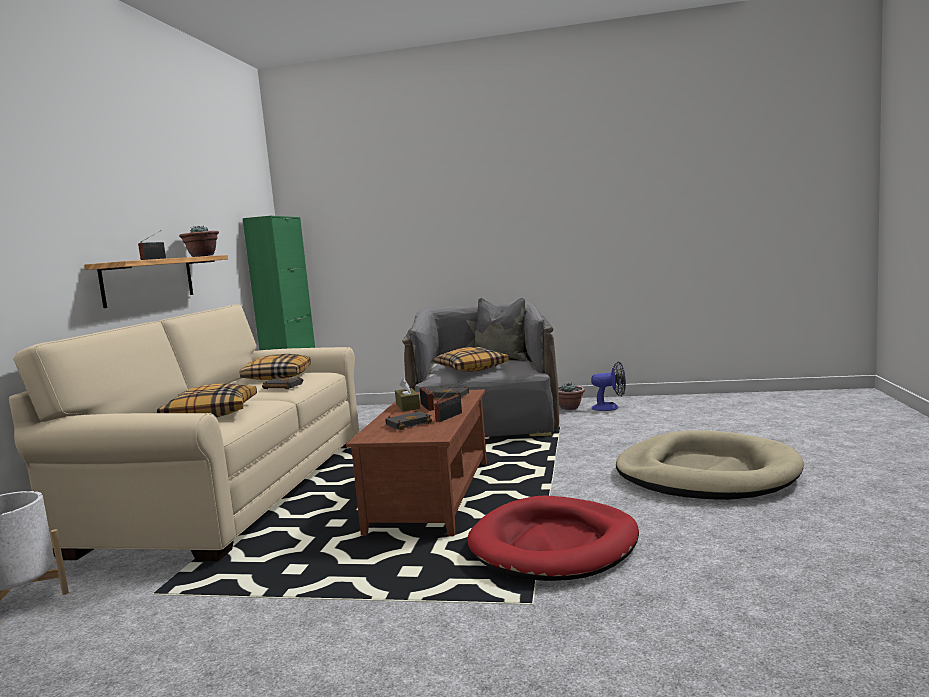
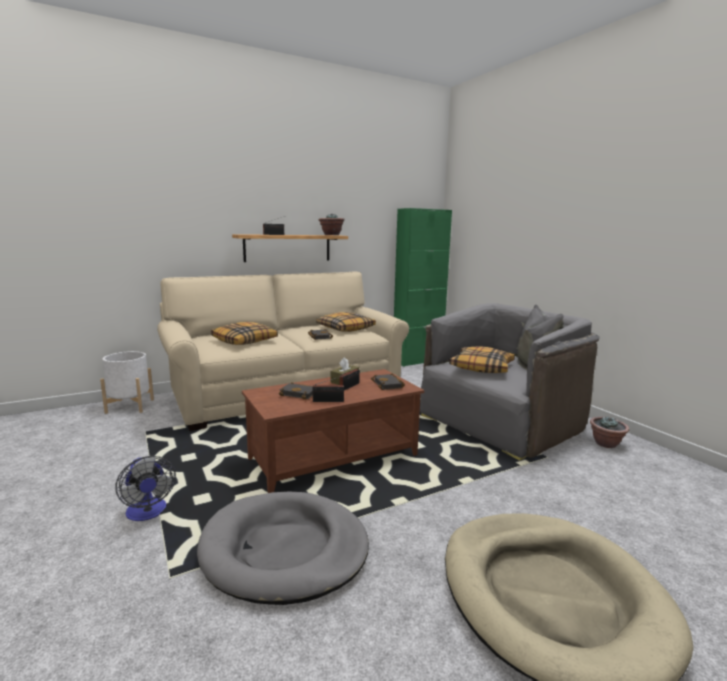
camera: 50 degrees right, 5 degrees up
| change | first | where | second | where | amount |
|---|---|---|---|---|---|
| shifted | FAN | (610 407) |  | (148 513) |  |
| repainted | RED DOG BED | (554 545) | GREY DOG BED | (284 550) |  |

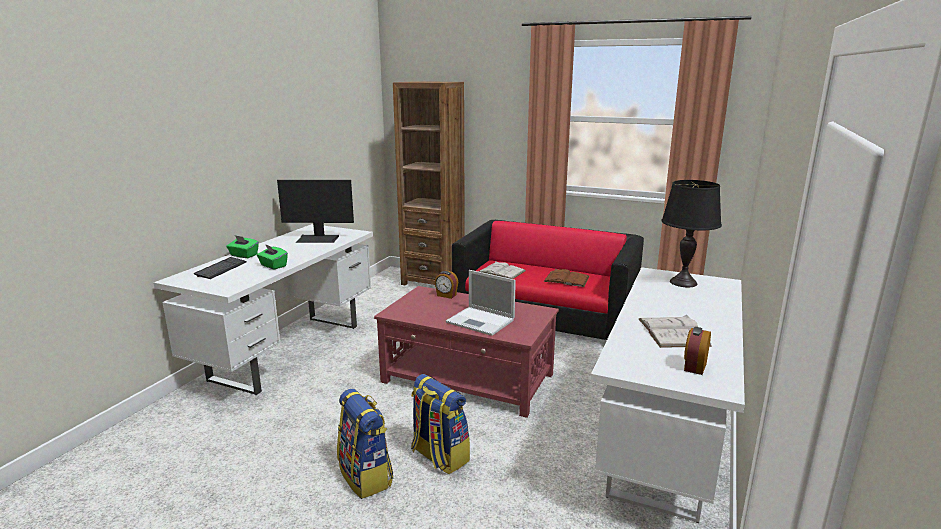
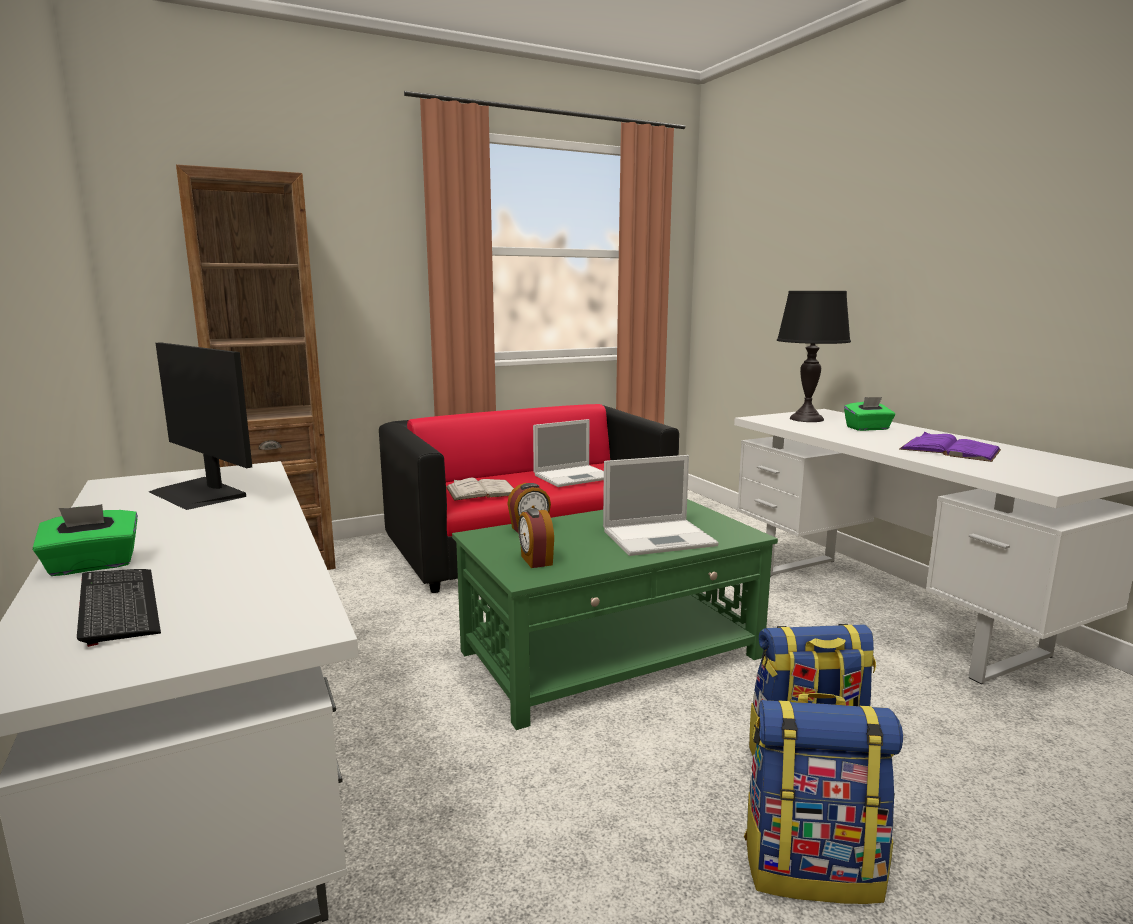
camera: 50 degrees left, 5 degrees down
| change | first | where | second | where | amount |
|---|---|---|---|---|---|
| shifted | GREEN TISSUE BOX | (273 266) |  | (867 428) |  |
| shifted | ALARM CLOCK | (694 367) |  | (535 560) |  |
| swapped | BROWN BOOK | (566 279) | LAPTOP | (574 476) |  |
| repainted | RED COFFEE TABLE | (468 378) | GREEN COFFEE TABLE | (612 654) |  |
| repainted | WHITE BOOK | (673 332) | PURPLE BOOK | (949 450) |  |
| rotated | MONITOR | (318 239) |  | (200 493) | 90 degrees clockwise |

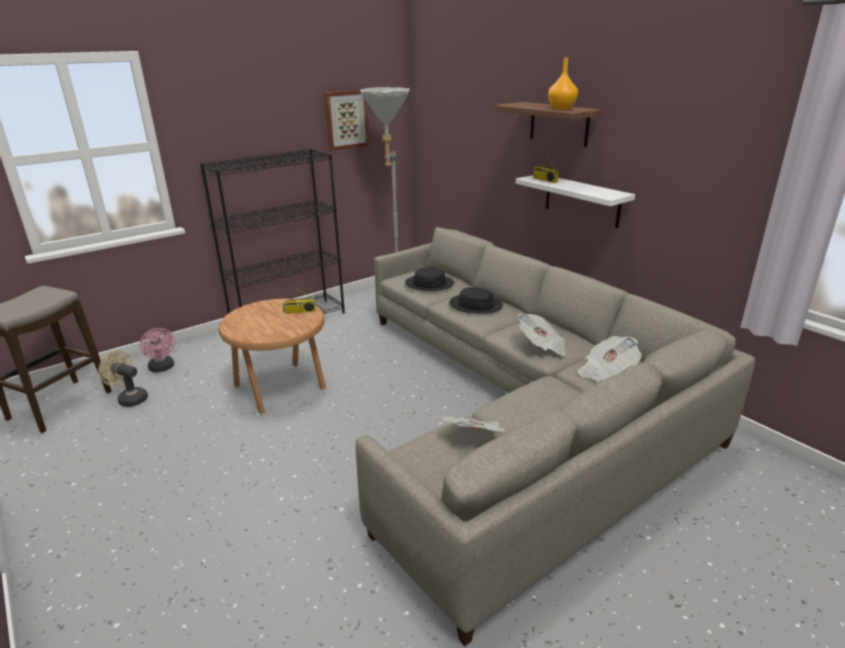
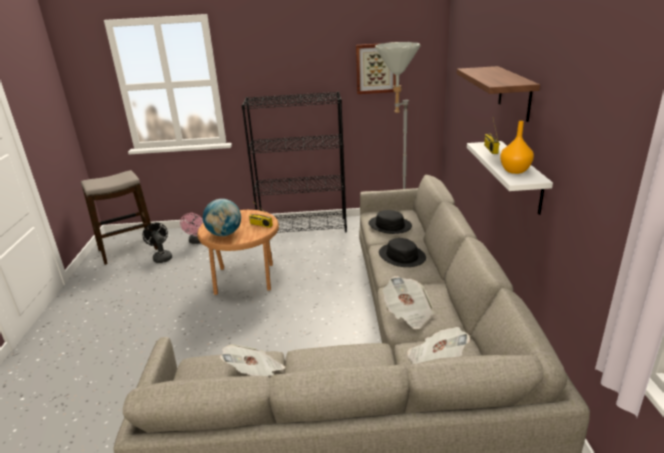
camera: 35 degrees right, 0 degrees up
| change | first | where | second | where | amount |
|---|---|---|---|---|---|
| new |  |  | GLOBE | (224 234) |  |
| shifted | ORANGE VASE | (561 109) |  | (514 170) |  |
| repainted | BEIGE FAN | (129 399) | BLACK FAN | (161 257) |  |

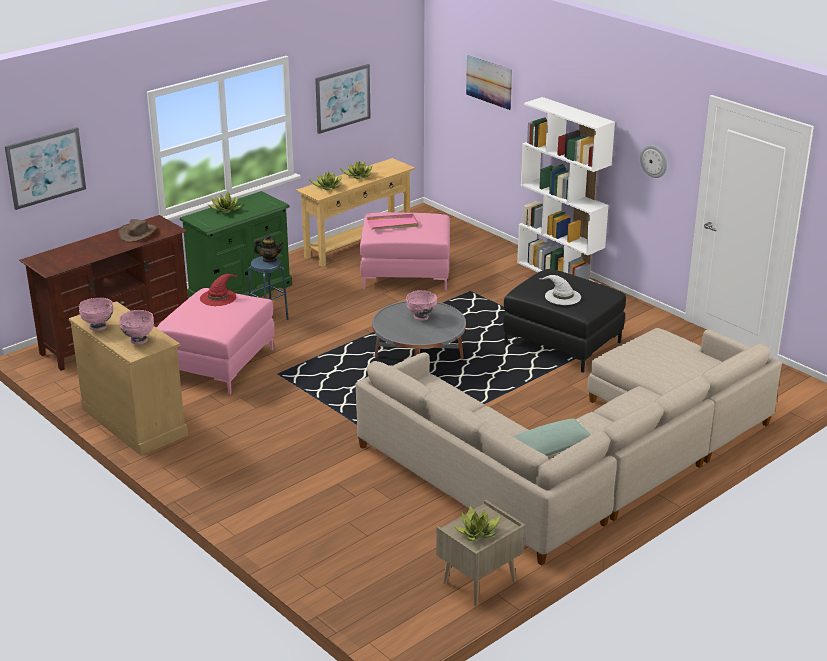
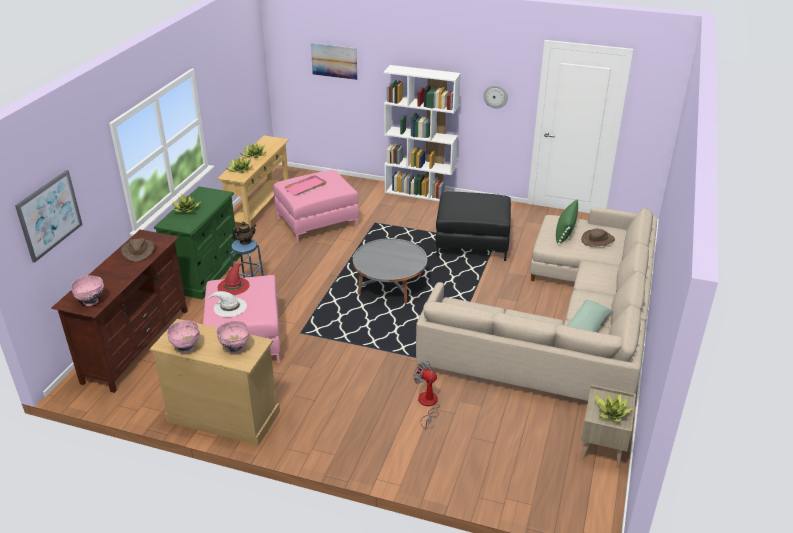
camera: 30 degrees left, 5 degrees up
| change | first | where | second | where | amount |
|---|---|---|---|---|---|
| gone | PICTURE | (342 98) |  |  |  |
| new |  |  | FAN | (427 404) |  |
| new |  |  | GREEN PILLOW | (565 231) |  |
| new |  |  | BROWN HAT | (598 240) |  |
| shifted | PINK BOWL | (421 317) |  | (91 302) |  |
| shifted | WHITE HAT | (562 296) |  | (229 307) |  |

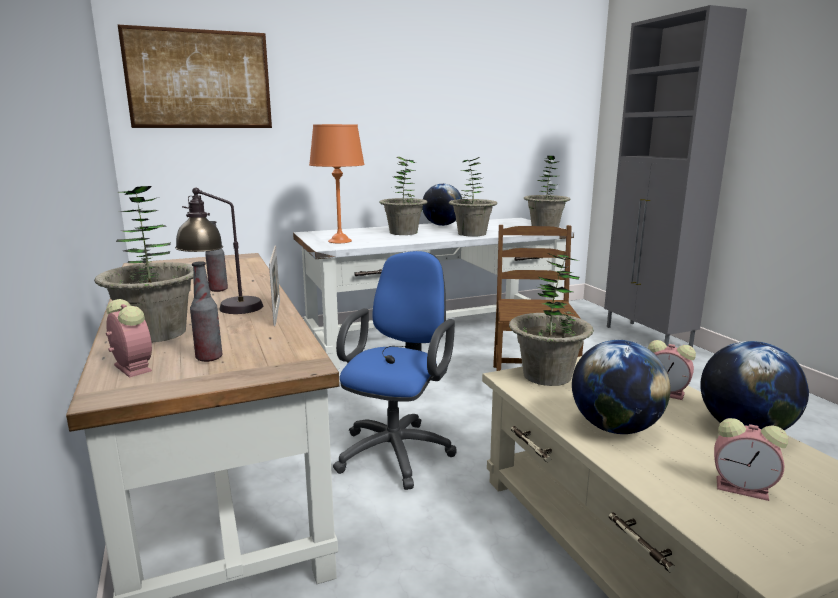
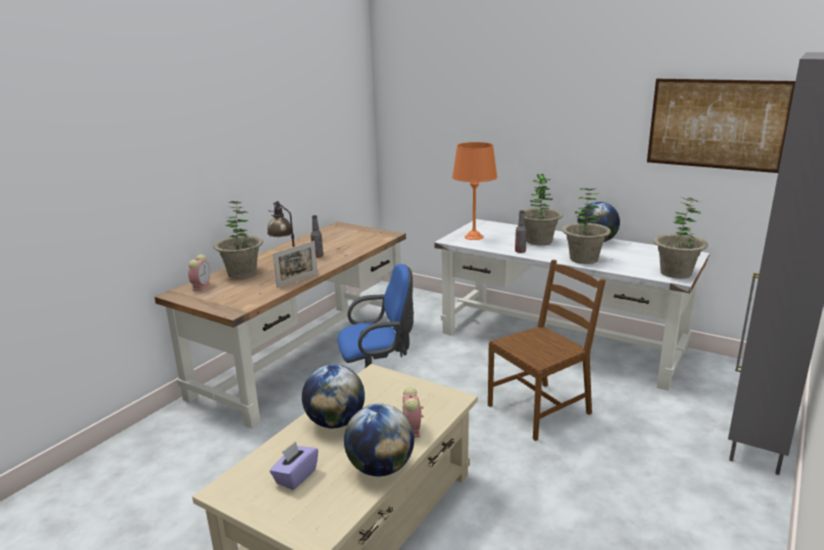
camera: 55 degrees right, 5 degrees up
| change | first | where | second | where | amount |
|---|---|---|---|---|---|
| gone | POTTED PLANT | (547 376) |  |  |  |
| shifted | PICTURE | (199 79) |  | (716 124) |  |
| shifted | BOTTLE | (209 358) |  | (520 251) |  |
| swapped | ALARM CLOCK | (744 488) | PURPLE TISSUE BOX | (295 476) |  |

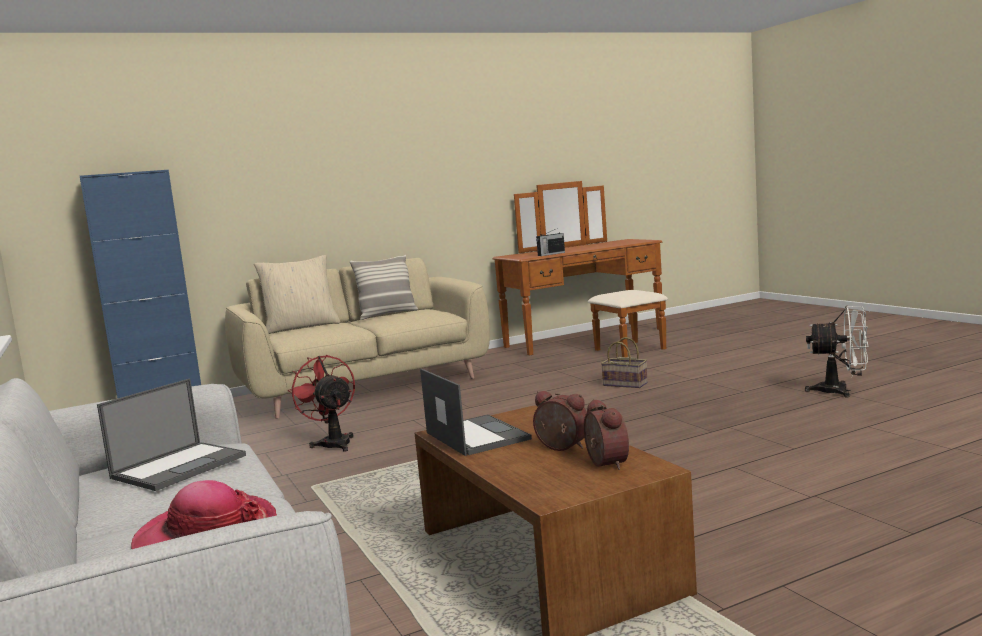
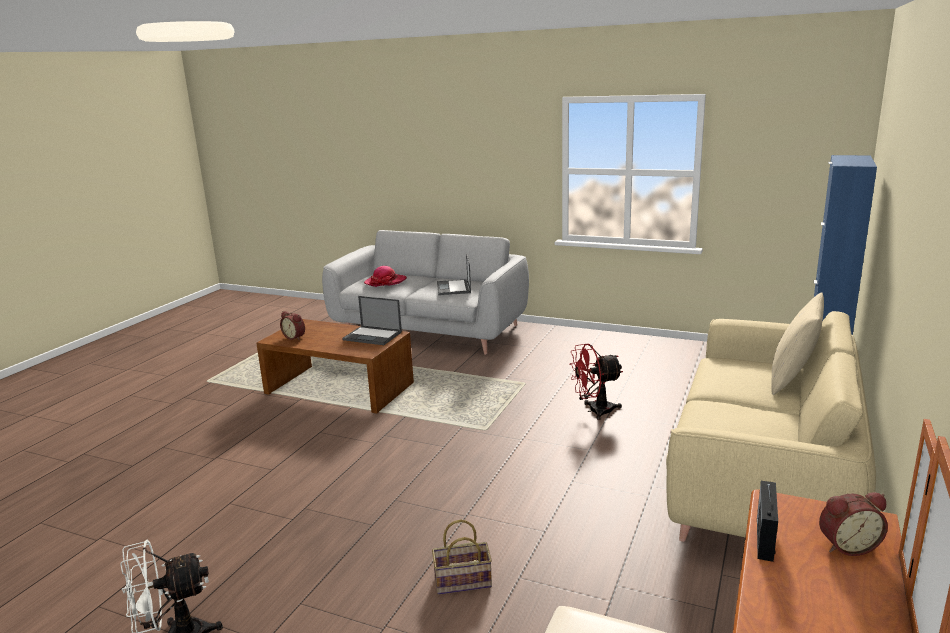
camera: 140 degrees right, 10 degrees up
| change | first | where | second | where | amount |
|---|---|---|---|---|---|
| gone | PILLOW | (387 314) |  |  |  |
| shifted | ALARM CLOCK | (561 448) |  | (847 545) |  |
| rotated | RED FAN | (333 443) |  | (594 411) | 150 degrees clockwise |

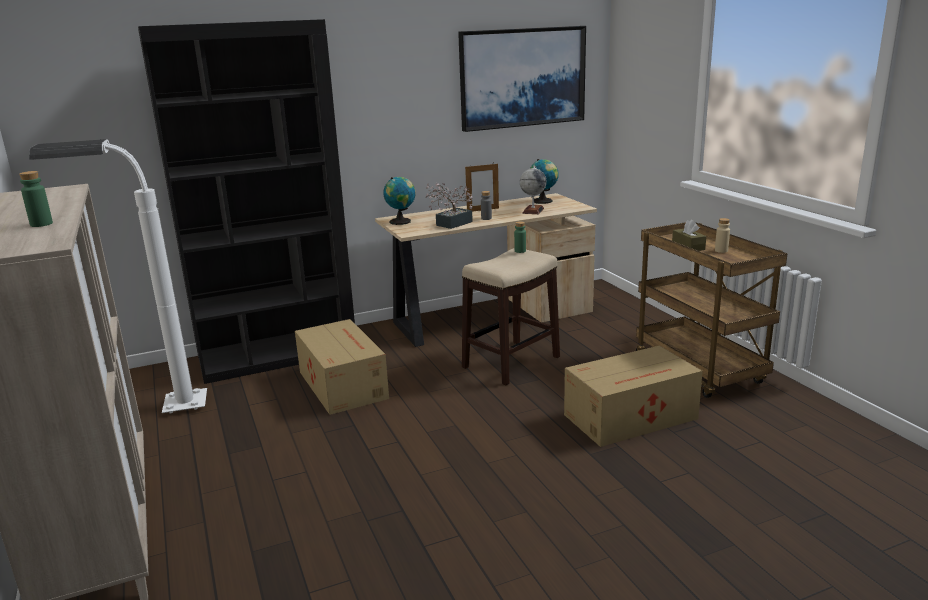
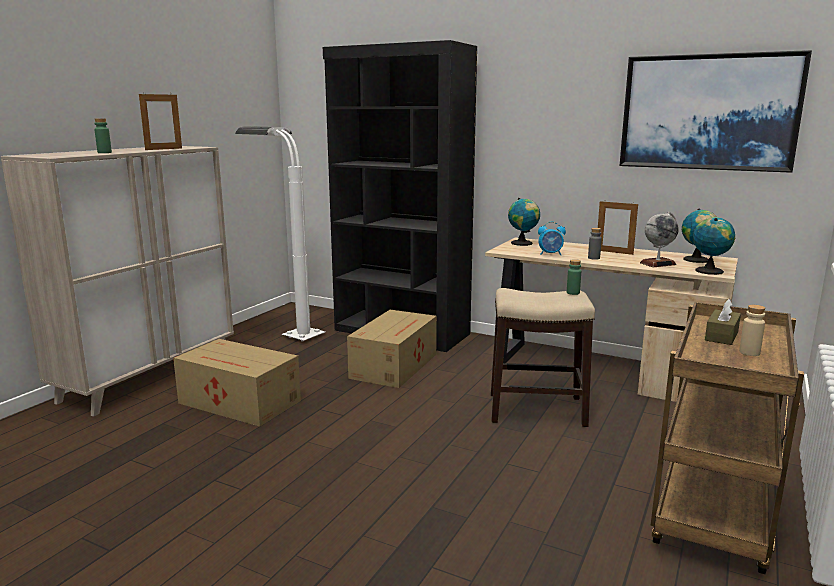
camera: 50 degrees right, 5 degrees down
| change | first | where | second | where | amount |
|---|---|---|---|---|---|
| new |  |  | PICTURE FRAME | (164 149) |  |
| new |  |  | GLOBE | (709 271) |  |
| shifted | CARDBOARD BOX | (632 416) |  | (240 402) |  |
| swapped | POTTED PLANT | (451 224) | ALARM CLOCK | (550 254) |  |

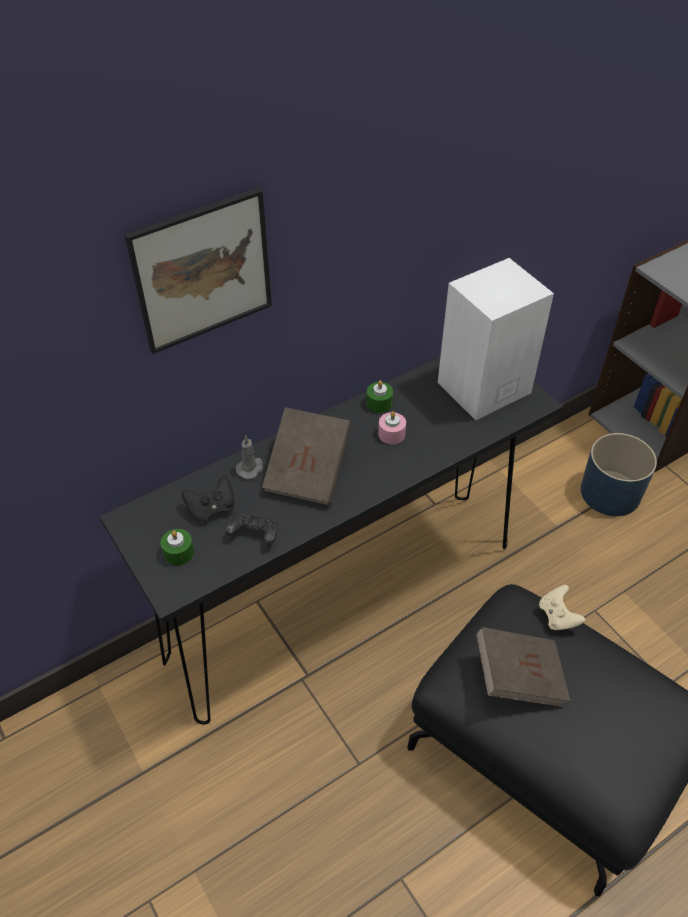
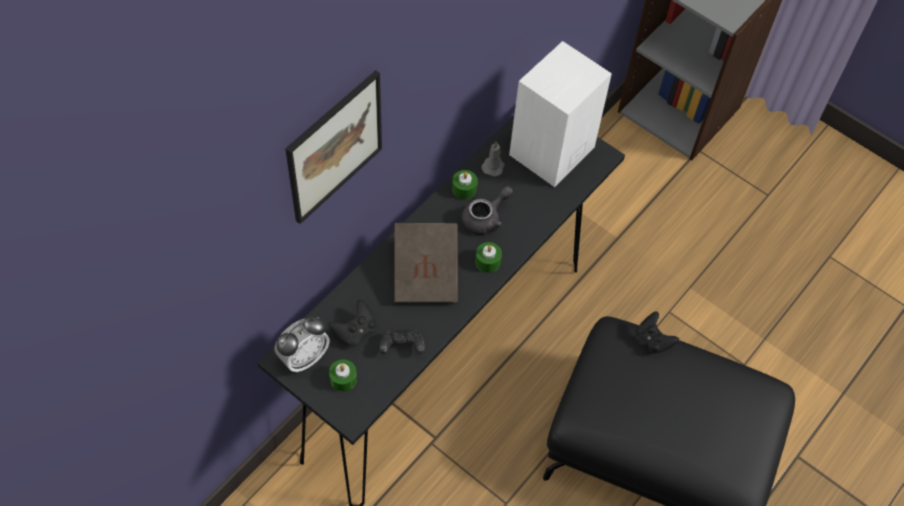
camera: 20 degrees left, 10 degrees up
| change | first | where | second | where | amount |
|---|---|---|---|---|---|
| gone | BROWN BOOK | (518 677) |  |  |  |
| gone | BLUE PLANTER | (610 493) |  |  |  |
| new |  |  | ALARM CLOCK | (304 357) |  |
| new |  |  | GREEN CANDLE | (488 261) |  |
| shifted | GREY CANDLE | (250 468) |  | (493 166) |  |
| swapped | PINK CANDLE | (391 434) | GREY TEAPOT | (485 218) |  |
| repainted | BEIGE GAME CONTROLLER | (558 616) | BLACK GAME CONTROLLER | (654 339) |  |

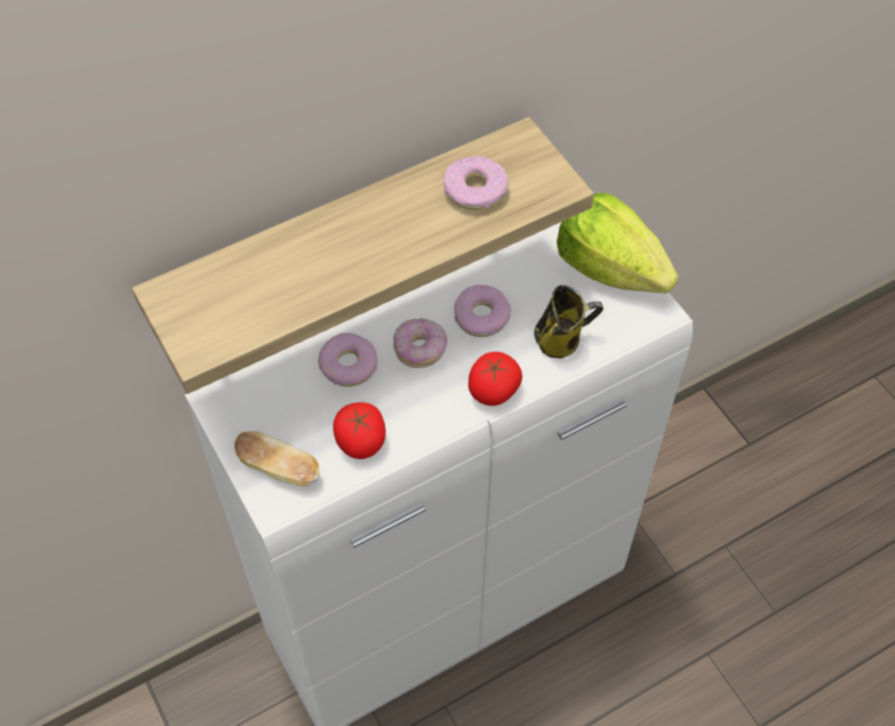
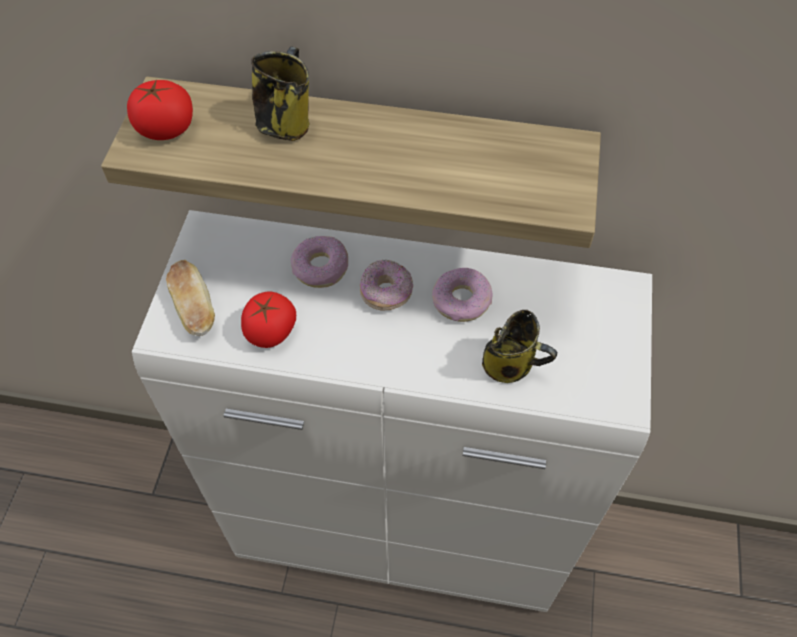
camera: 40 degrees right, 0 degrees up
| change | first | where | second | where | amount |
|---|---|---|---|---|---|
| gone | DONUT | (475 190) |  |  |  |
| gone | LETTUCE | (610 268) |  |  |  |
| new |  |  | MUG | (286 122) |  |
| shifted | TOMATO | (493 390) |  | (166 129) |  |

